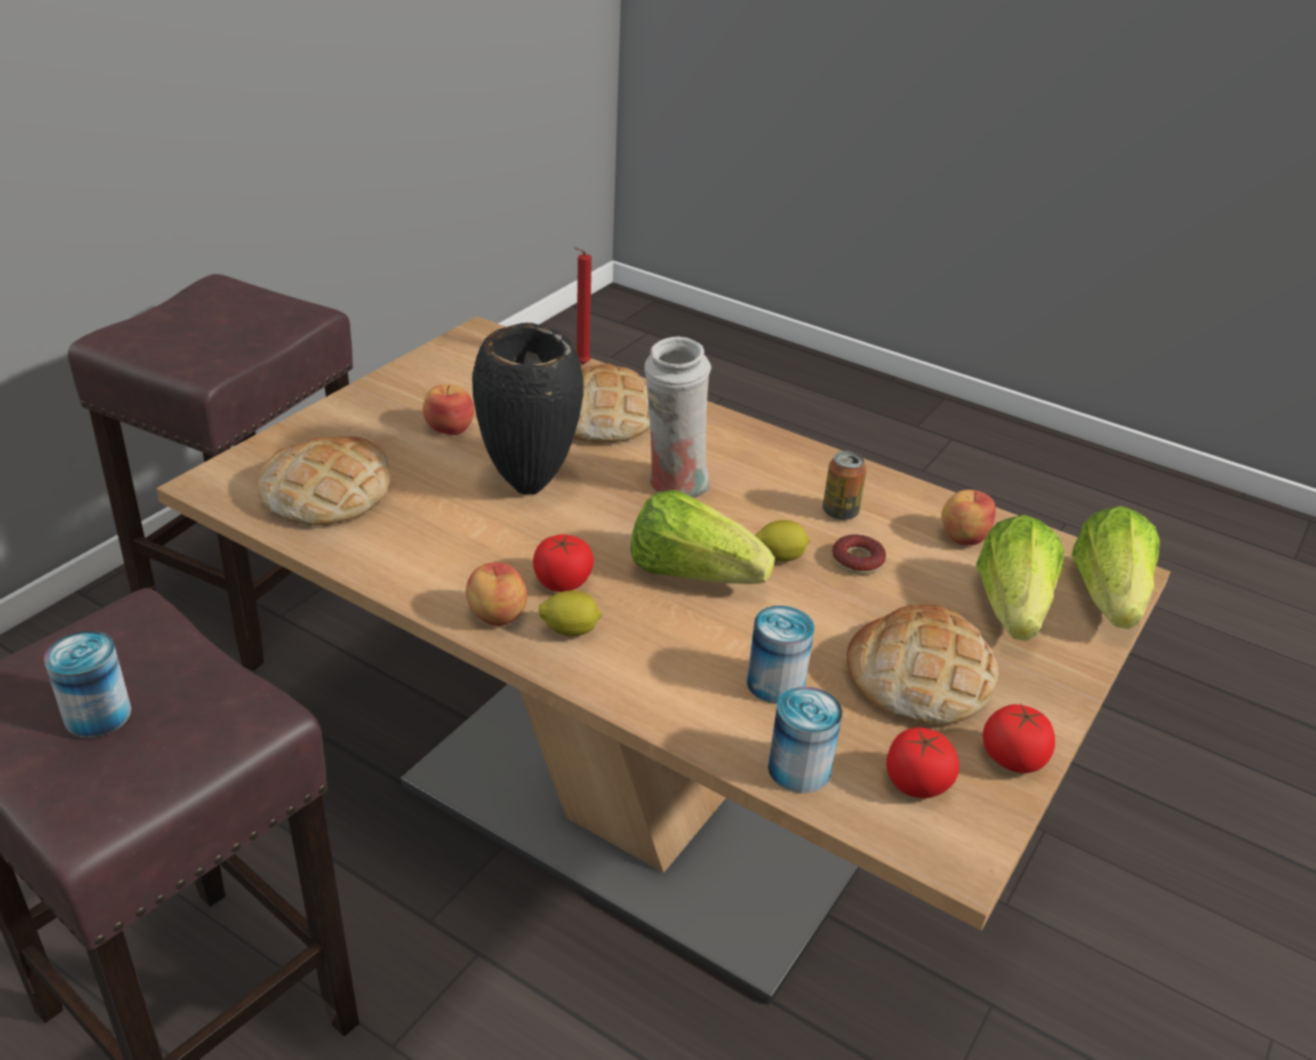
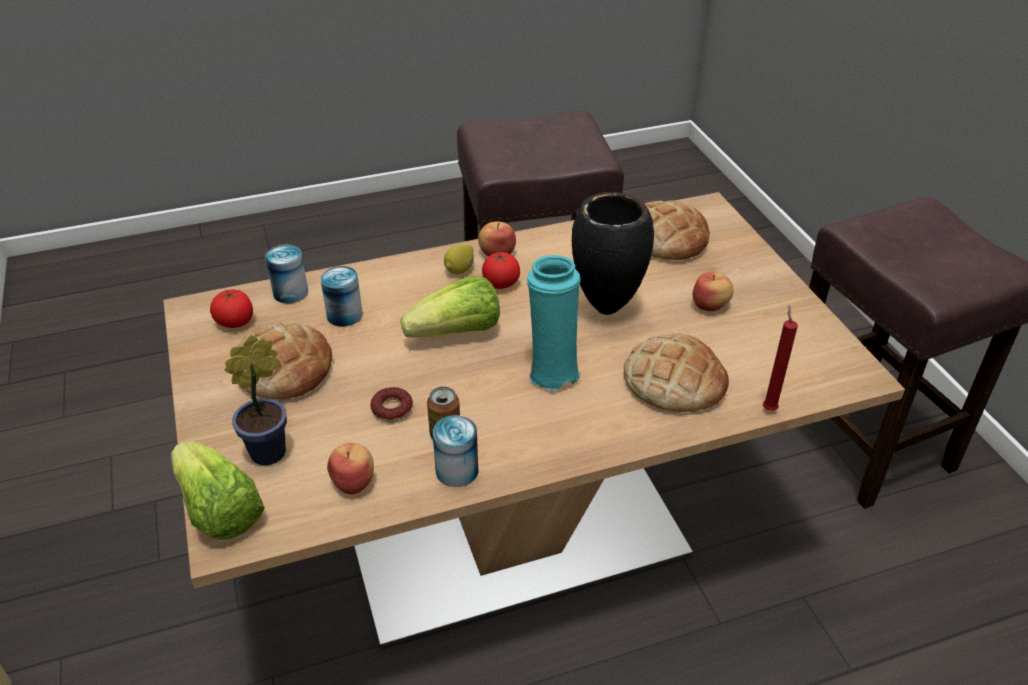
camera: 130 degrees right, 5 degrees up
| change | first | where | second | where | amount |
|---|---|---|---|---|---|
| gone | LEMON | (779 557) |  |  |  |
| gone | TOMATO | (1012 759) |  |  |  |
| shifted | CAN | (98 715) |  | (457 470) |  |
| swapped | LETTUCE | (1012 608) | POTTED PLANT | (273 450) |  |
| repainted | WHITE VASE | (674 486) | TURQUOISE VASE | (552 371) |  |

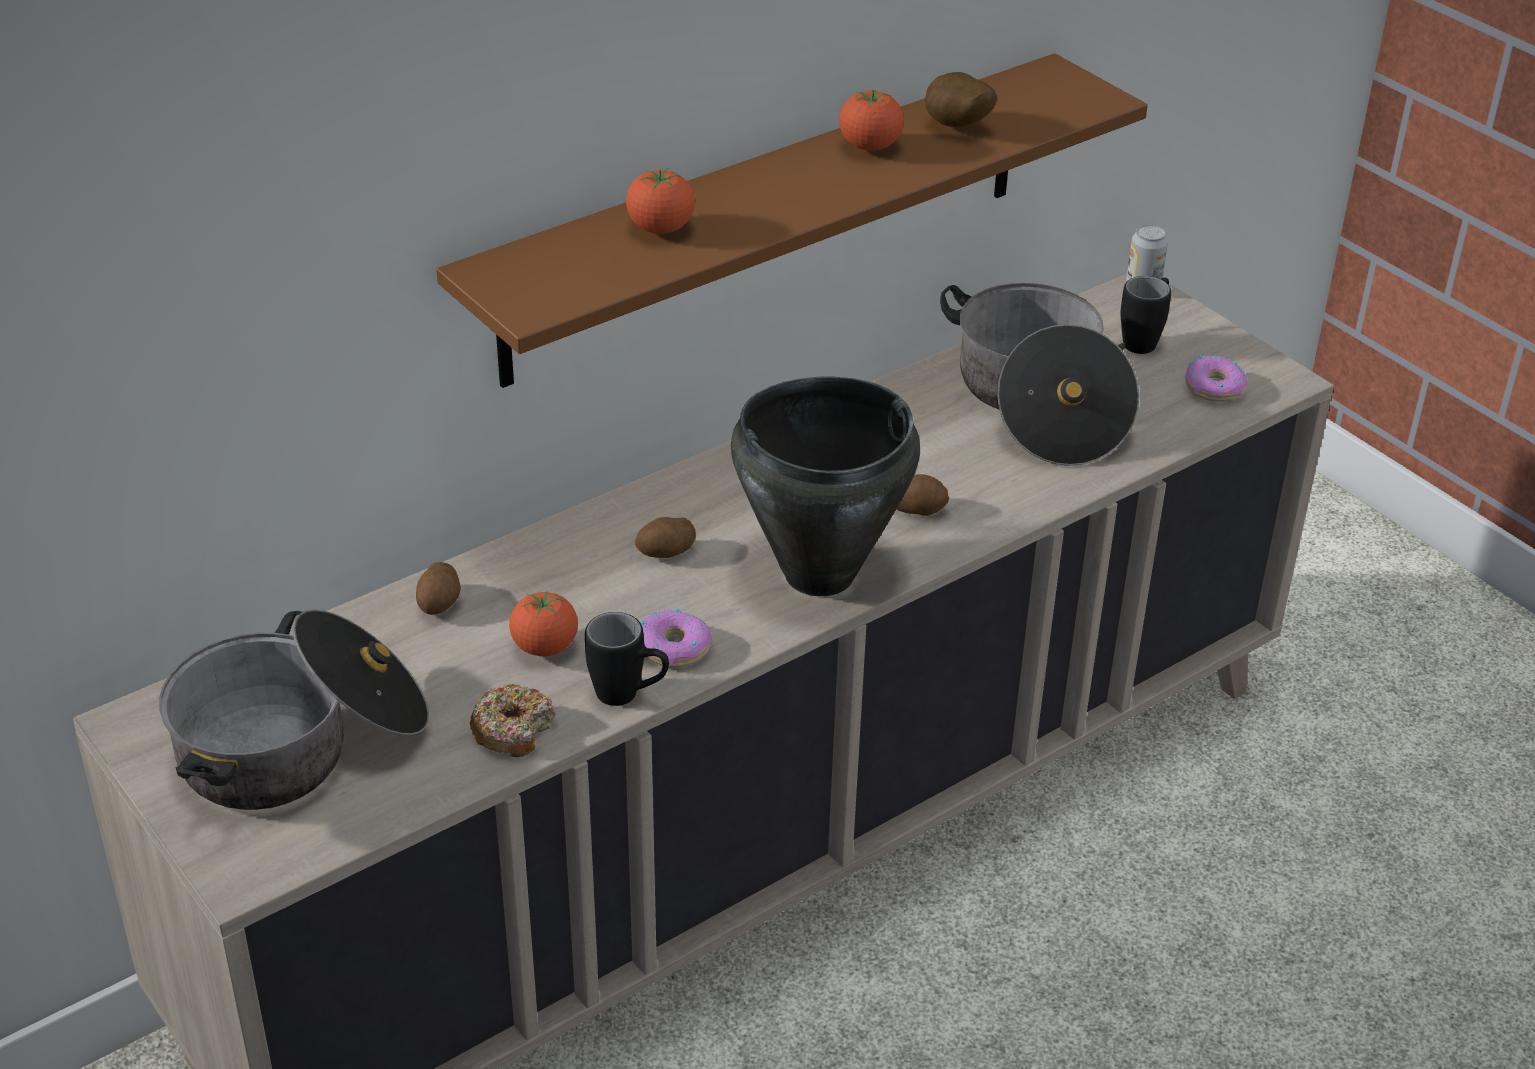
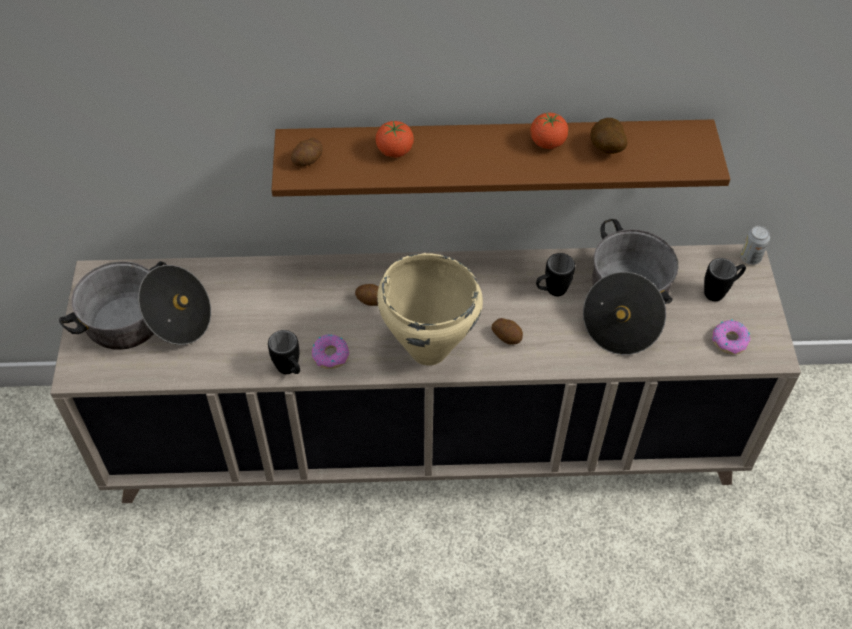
camera: 35 degrees right, 15 degrees up
| change | first | where | second | where | amount |
|---|---|---|---|---|---|
| gone | DONUT | (513 730) |  |  |  |
| gone | TOMATO | (545 647) |  |  |  |
| new |  |  | BLACK MUG | (551 291) |  |
| shifted | POTATO | (440 603) |  | (308 160) |  |
| repainted | BLACK COOKING POT | (817 573) | BEIGE COOKING POT | (428 349) |  |

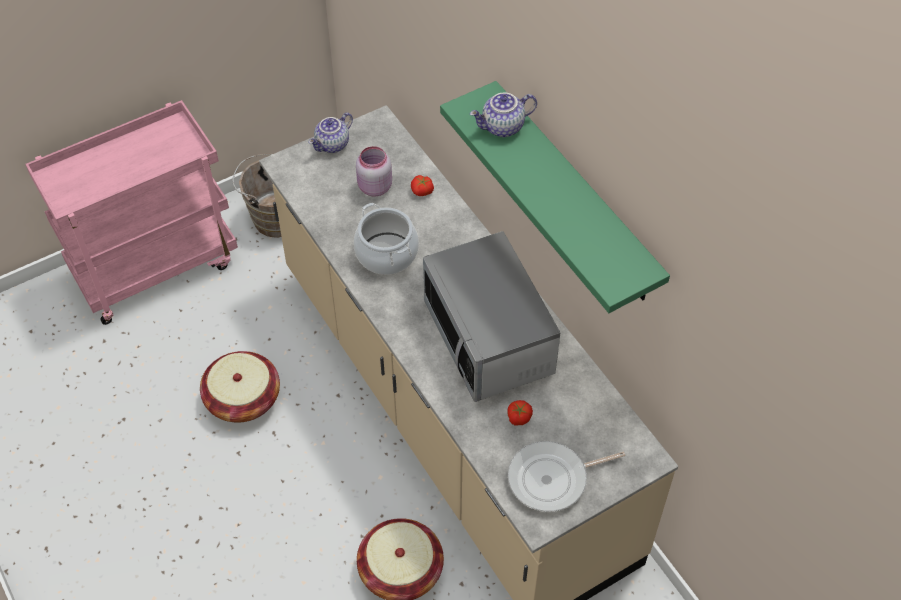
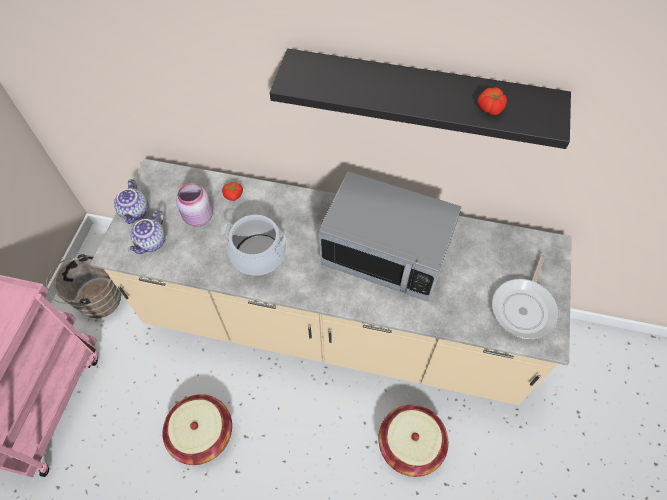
camera: 45 degrees left, 5 degrees up
| change | first | where | second | where | amount |
|---|---|---|---|---|---|
| shifted | TEAPOT | (503 127) |  | (152 242) |  |
| shifted | TOMATO | (518 417) |  | (490 108) |  |
| repainted | GREEN SHELF | (575 194) | BLACK SHELF | (420 93) |  |

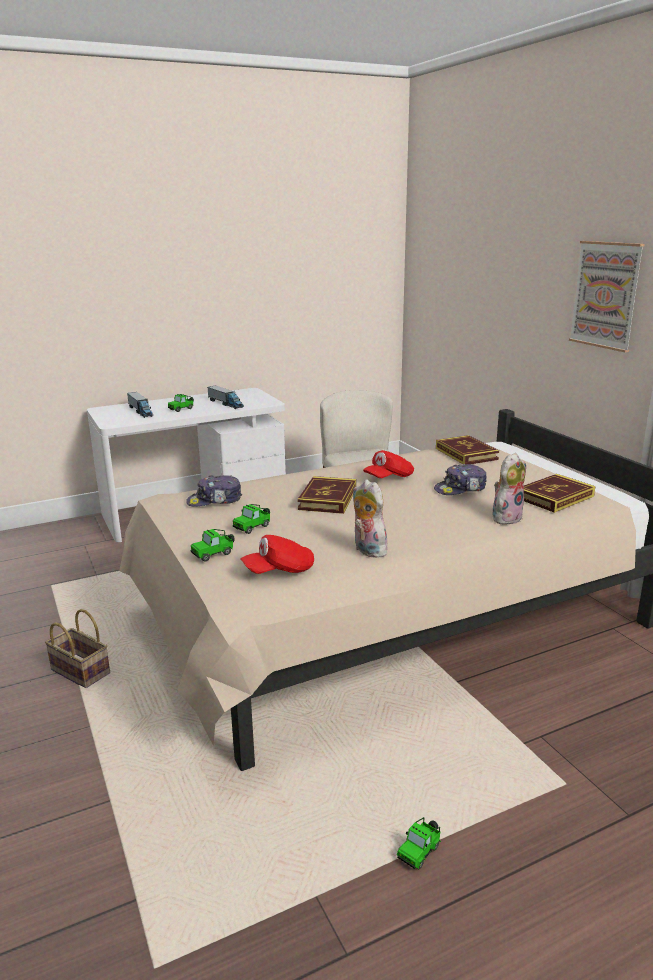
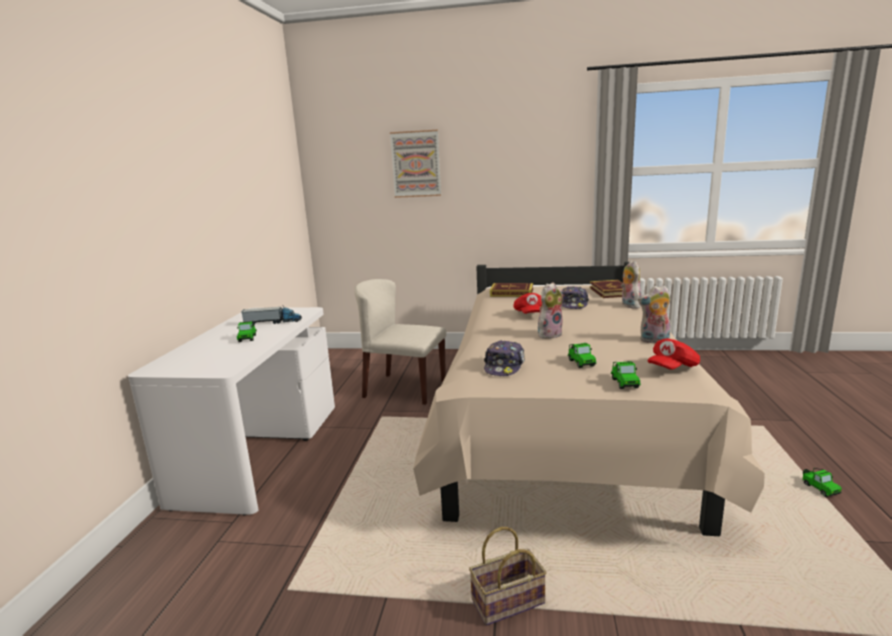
camera: 55 degrees left, 5 degrees down
| change | first | where | second | where | amount |
|---|---|---|---|---|---|
| gone | TOY TRUCK | (141 411) |  |  |  |
| shifted | PICTURE | (606 295) |  | (416 164) |  |
| swapped | BOOK | (327 499) | PLUSH TOY | (549 334) |  |
| rotated | RED CAP | (279 571) |  | (672 368) | 45 degrees clockwise |

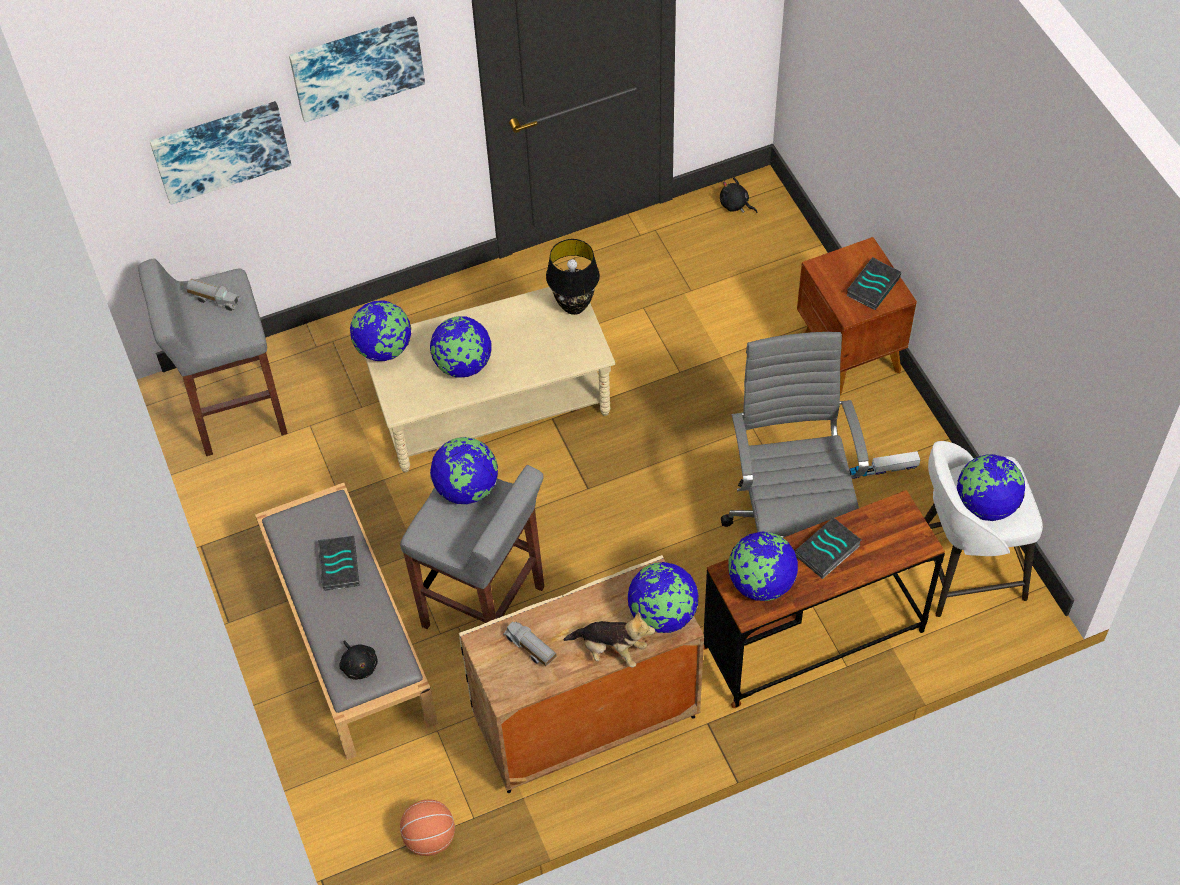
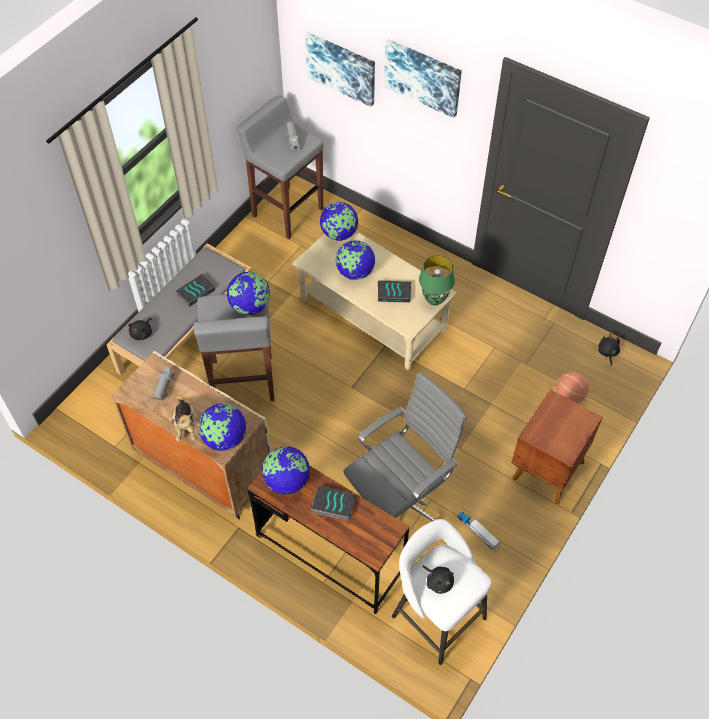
camera: 55 degrees right, 0 degrees up
| change | first | where | second | where | amount |
|---|---|---|---|---|---|
| shifted | BASKETBALL | (429 838) |  | (569 396) |  |
| shifted | BOOK | (872 286) |  | (394 293) |  |
| swapped | GLOBE | (985 505) | BLACK PLUSH TOY | (438 581) |  |
| repainted | BLACK TABLE LAMP | (573 306) | GREEN TABLE LAMP | (434 299) |  |

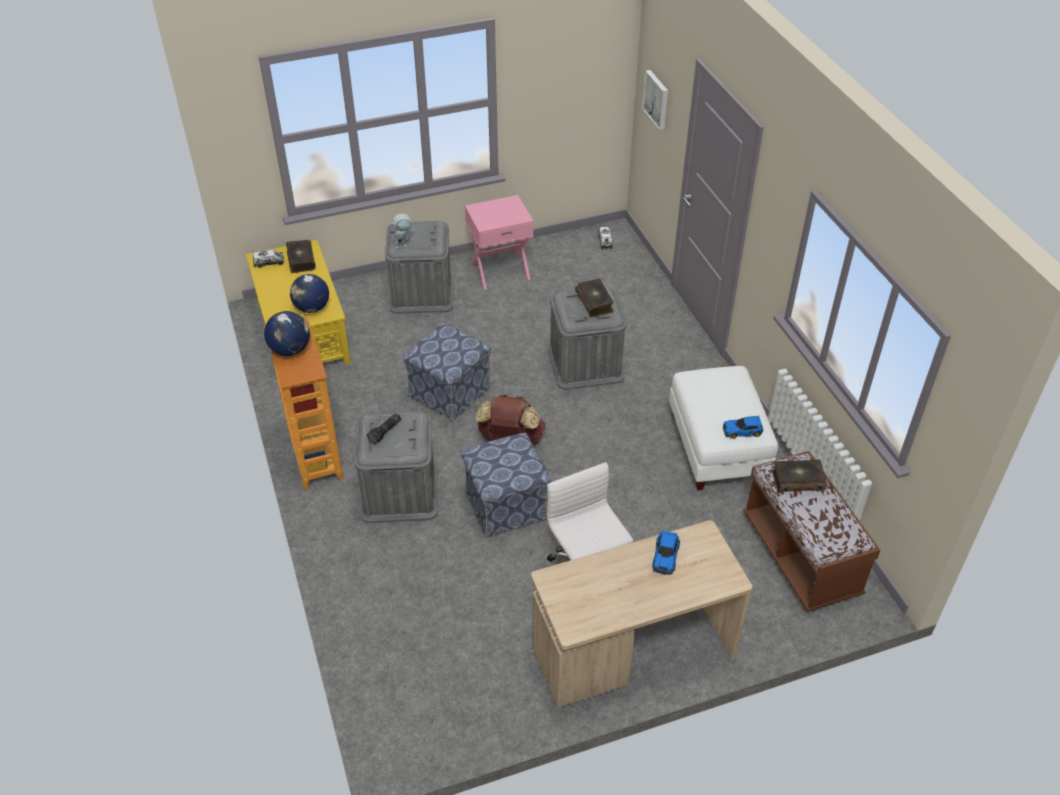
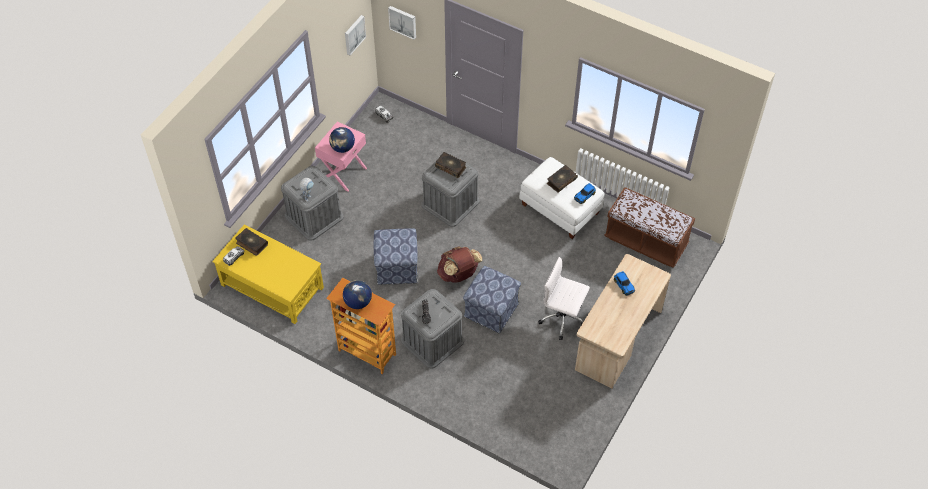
camera: 40 degrees left, 10 degrees up
| change | first | where | second | where | amount |
|---|---|---|---|---|---|
| new |  |  | PICTURE | (354 34) |  |
| shifted | GLOBE | (312 308) |  | (342 148) |  |
| shifted | BOOK | (797 480) |  | (561 181) |  |

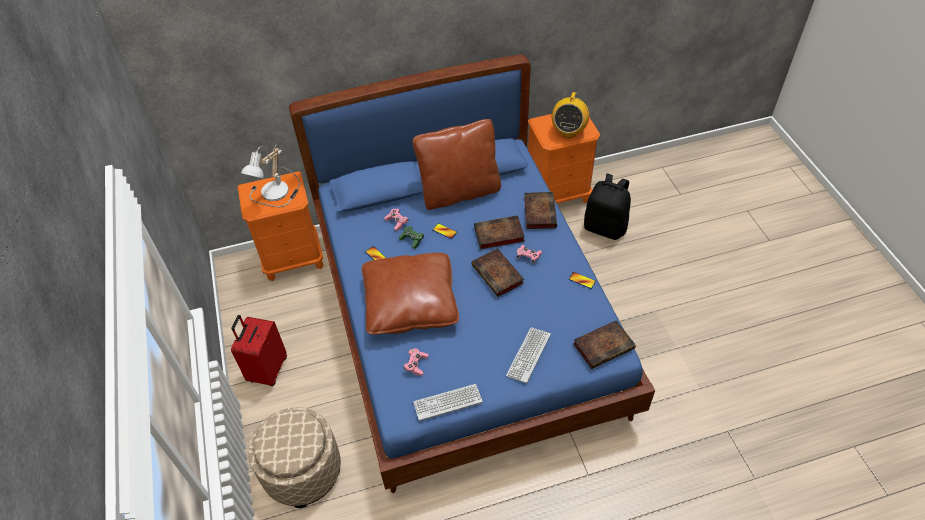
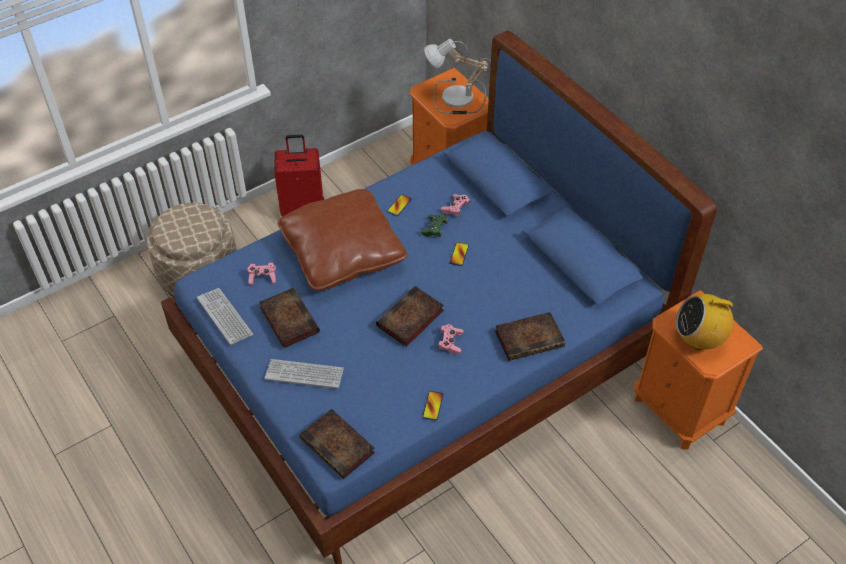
camera: 70 degrees right, 0 degrees up
| change | first | where | second | where | amount |
|---|---|---|---|---|---|
| gone | BROWN PILLOW | (459 192) |  |  |  |
| gone | BLACK BACKPACK | (605 227) |  |  |  |
| shifted | BOOK | (498 235) |  | (288 319) |  |

